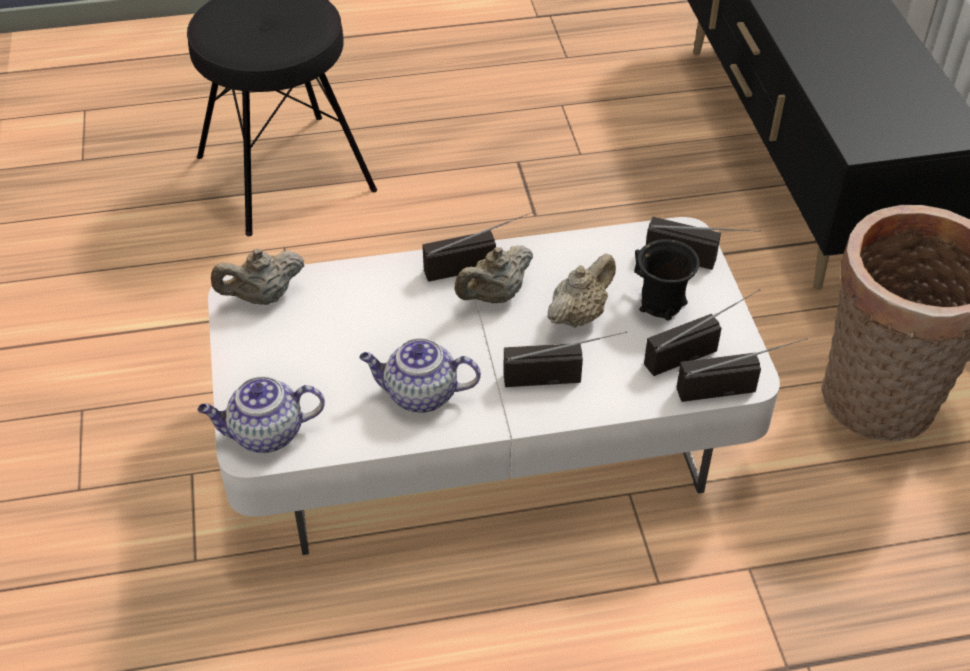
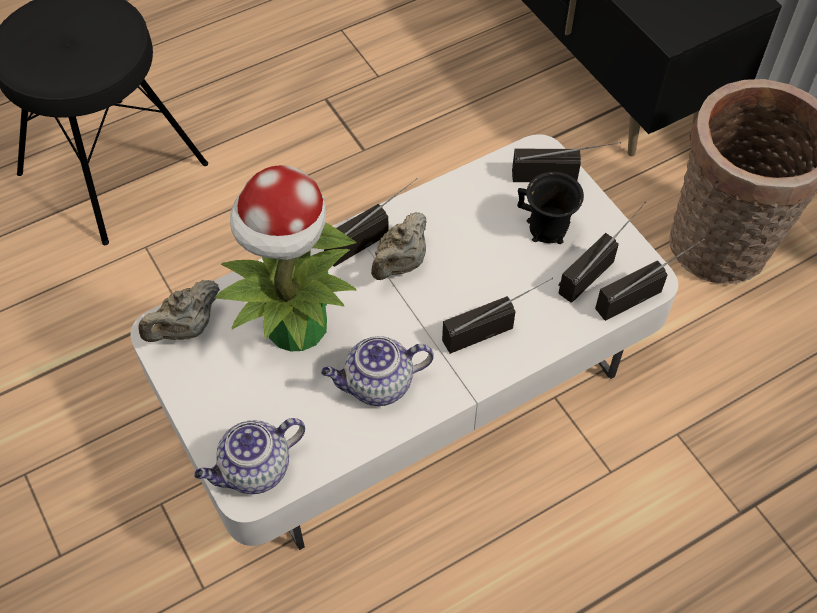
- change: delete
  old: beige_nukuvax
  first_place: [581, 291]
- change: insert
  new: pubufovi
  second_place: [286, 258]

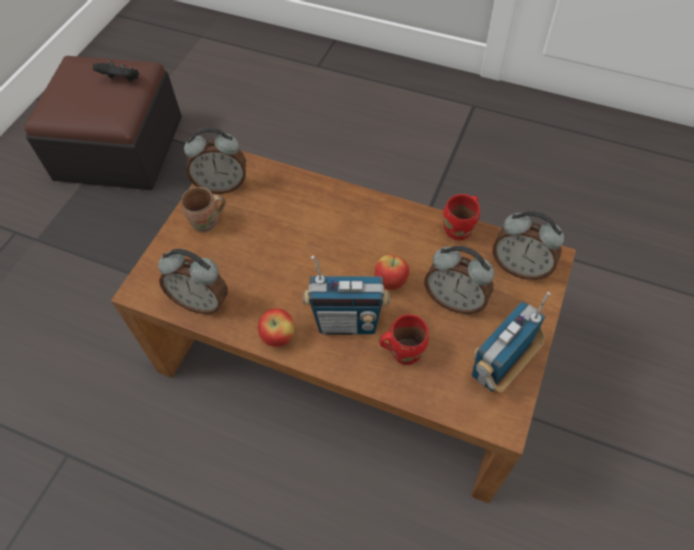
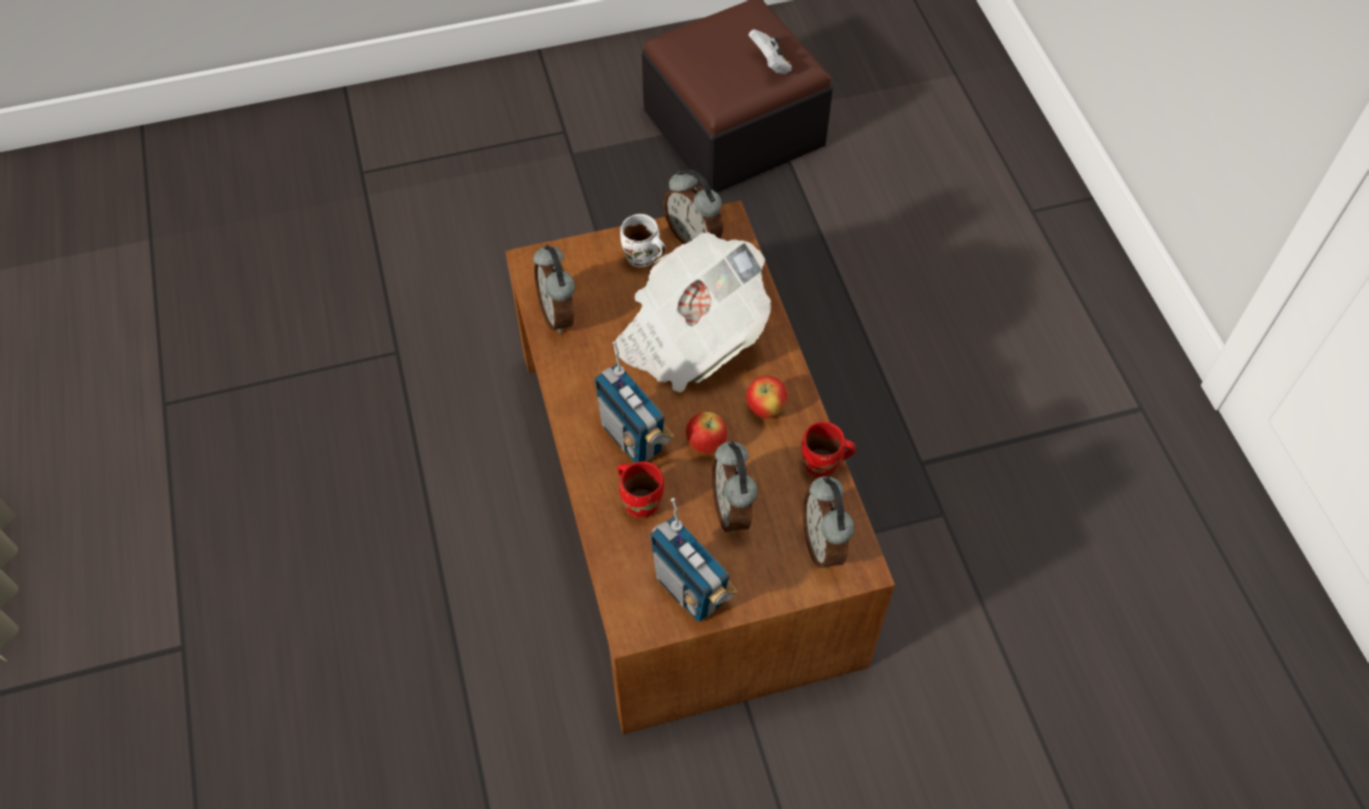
- change: recolor
  old: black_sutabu
  new: white_sutabu
  first_place: [116, 71]
  second_place: [770, 51]
- change: recolor
  old: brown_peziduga
  new: white_peziduga
  first_place: [203, 210]
  second_place: [643, 240]
- change: move
  old: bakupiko
  first_place: [276, 327]
  second_place: [766, 397]
- change: rotate
  old: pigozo
  first_place: [511, 342]
  second_place: [693, 560]
  degrees: -135
- change: insert
  new: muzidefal
  second_place: [692, 312]

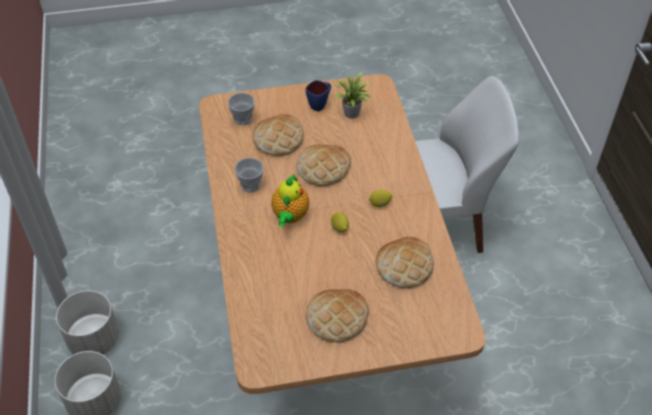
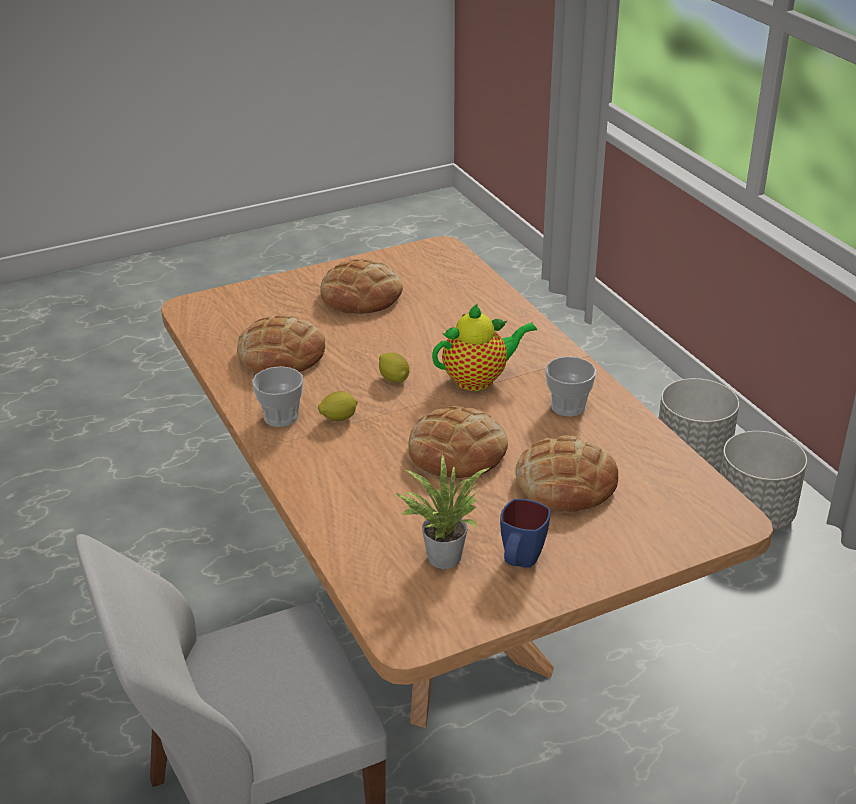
- change: move
  old: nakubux
  first_place: [241, 109]
  second_place: [278, 396]
- change: rotate
  old: nukuvax
  first_place: [290, 200]
  second_place: [484, 347]
  degrees: 75

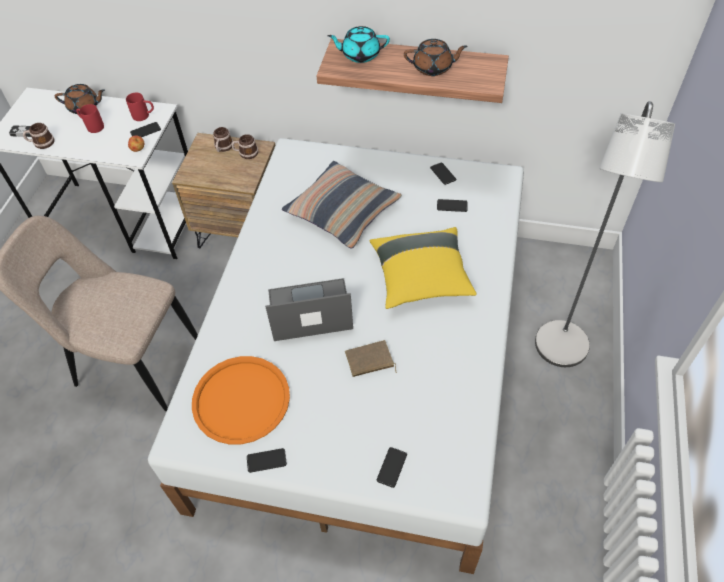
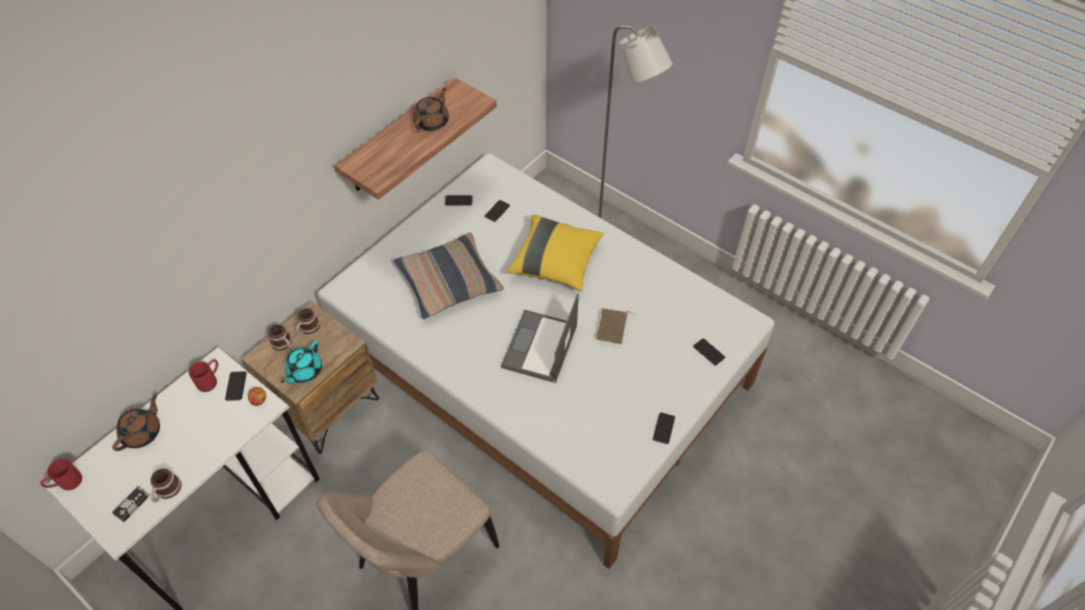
- change: move
  old: red_peziduga
  first_place: [90, 118]
  second_place: [61, 474]
- change: delete
  old: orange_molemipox
  first_place: [241, 400]
- change: move
  old: turquoise_nukuvax
  first_place: [359, 44]
  second_place: [301, 362]

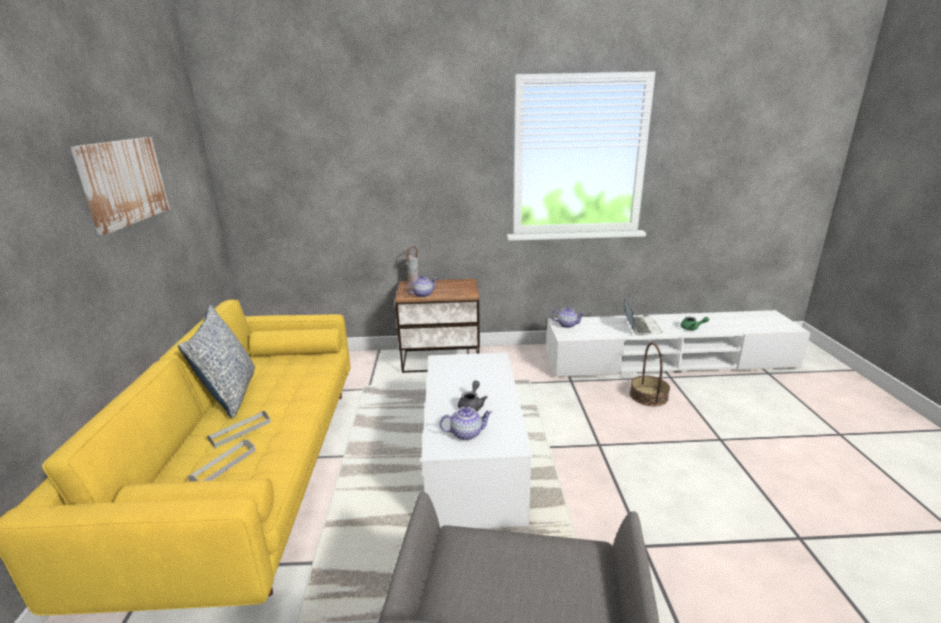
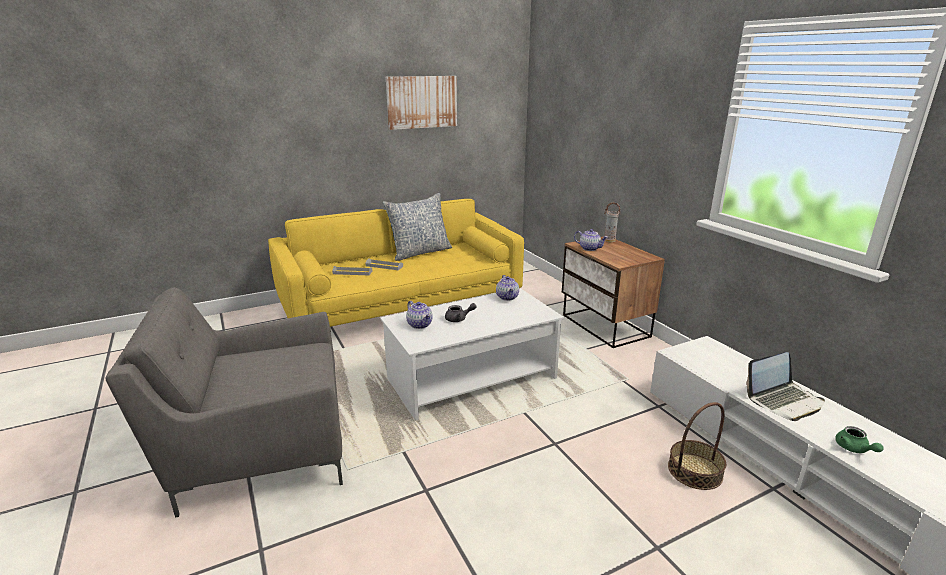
- change: move
  old: nukuvax
  first_place: [568, 317]
  second_place: [507, 288]

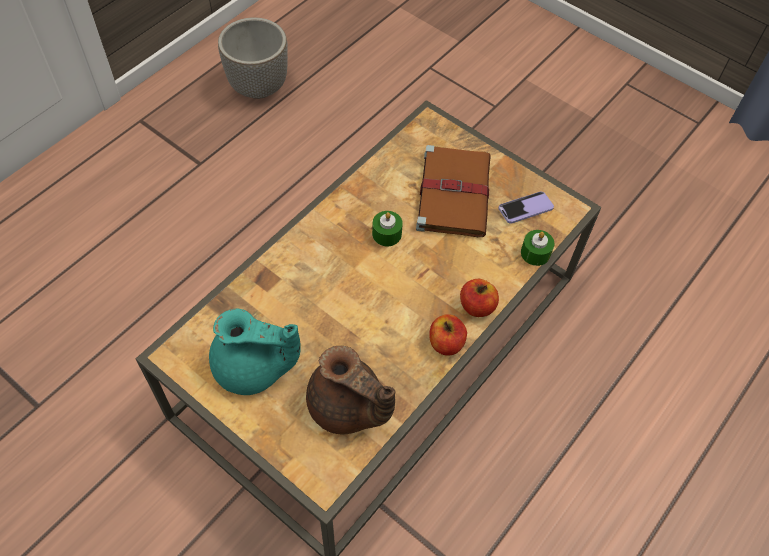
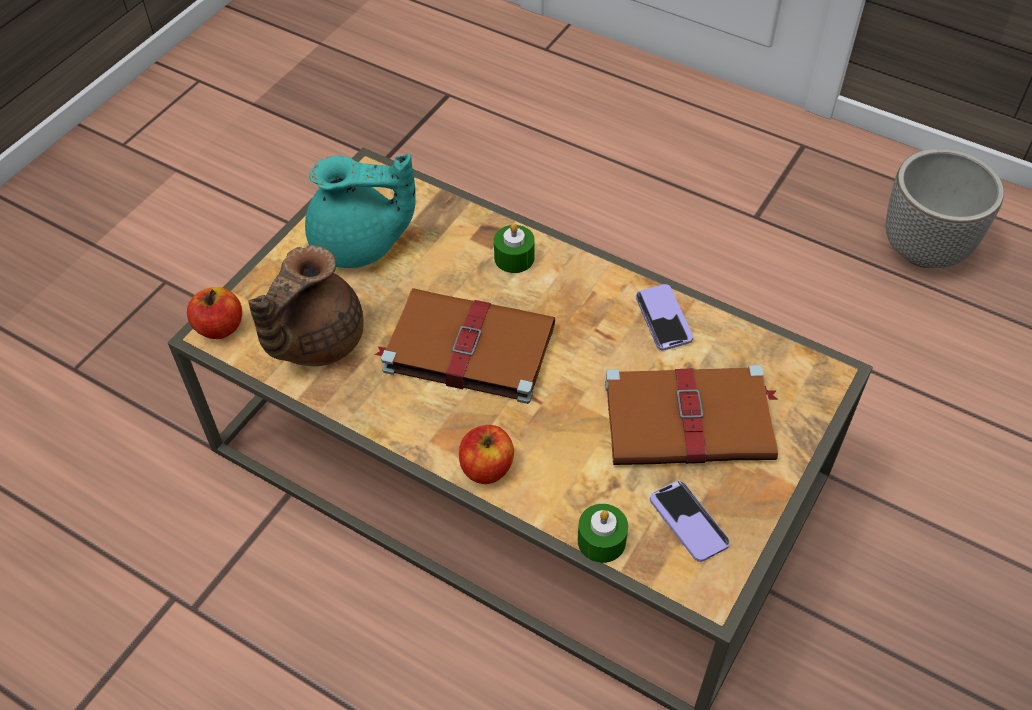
- change: rotate
  old: turquoise_nukuvax
  first_place: [255, 352]
  second_place: [360, 211]
  degrees: -90
- change: move
  old: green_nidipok
  first_place: [387, 228]
  second_place: [514, 248]
- change: move
  old: bakupiko
  first_place: [448, 335]
  second_place: [214, 313]
- change: insert
  new: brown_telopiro
  second_place: [464, 346]
- change: insert
  new: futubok
  second_place: [664, 317]

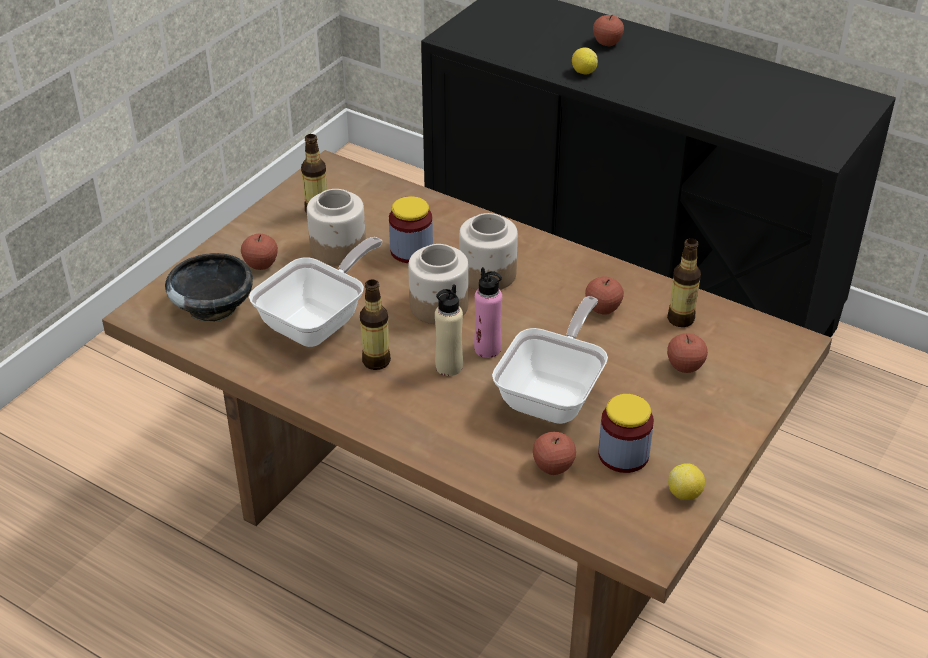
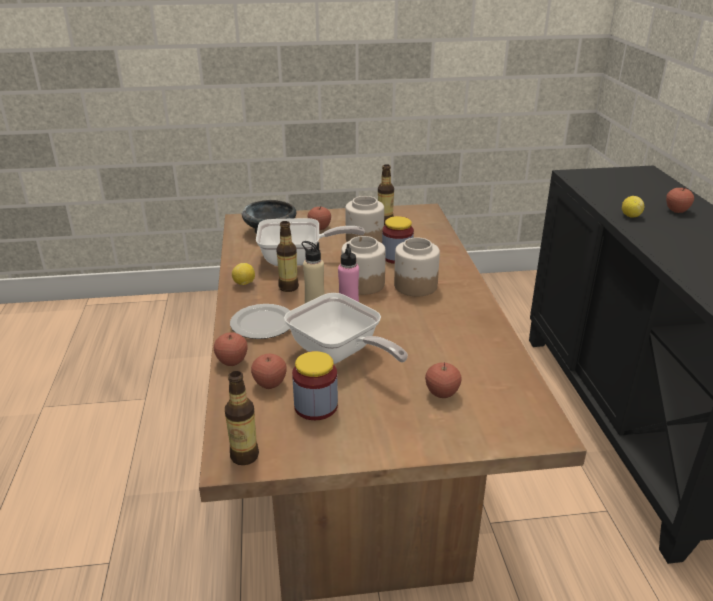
- change: rotate
  old: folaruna
  first_place: [550, 360]
  second_place: [346, 328]
  degrees: 60
- change: move
  old: bakupiko
  first_place: [604, 296]
  second_place: [231, 349]
- change: move
  old: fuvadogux
  first_place: [684, 282]
  second_place: [242, 418]
- change: move
  old: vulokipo
  first_place: [686, 481]
  second_place: [243, 274]
- change: insert
  new: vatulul
  second_place: [260, 321]

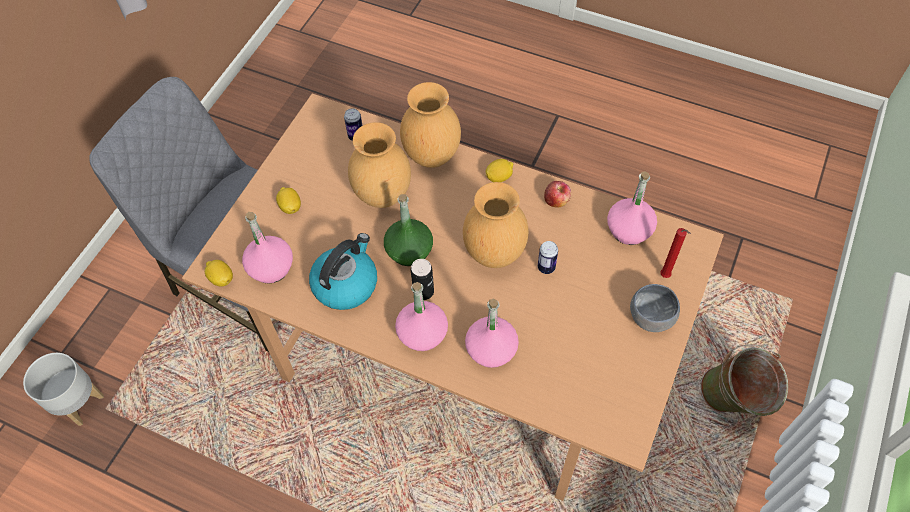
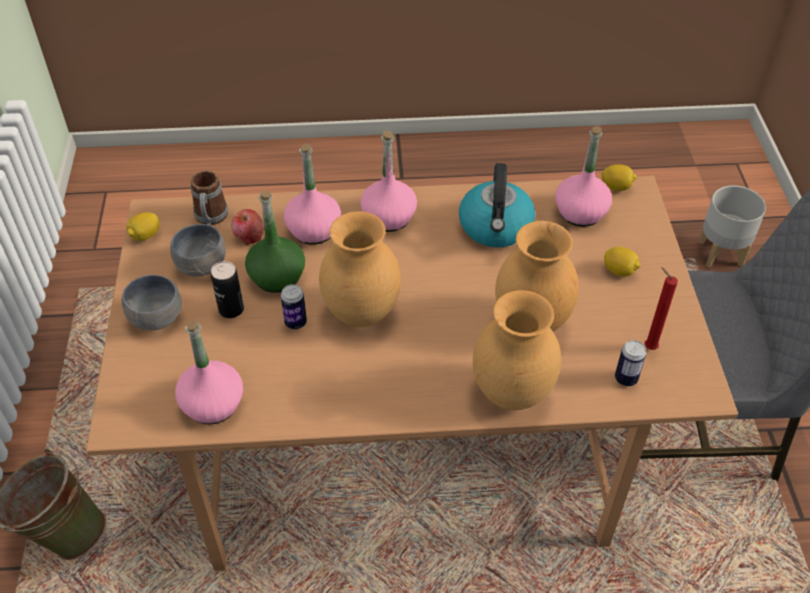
- change: move
  old: green_fuvadogux
  first_place: [408, 230]
  second_place: [275, 241]
- change: move
  old: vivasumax
  first_place: [422, 279]
  second_place: [227, 289]
- change: move
  old: vulokipo
  first_place: [499, 170]
  second_place: [143, 226]
- change: move
  old: bakupiko
  first_place: [557, 194]
  second_place: [247, 227]
- change: move
  old: red_nidipok
  first_place: [675, 253]
  second_place: [661, 308]
- change: insert
  new: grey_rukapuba
  second_place: [198, 250]
- change: insert
  new: peziduga
  second_place: [209, 198]

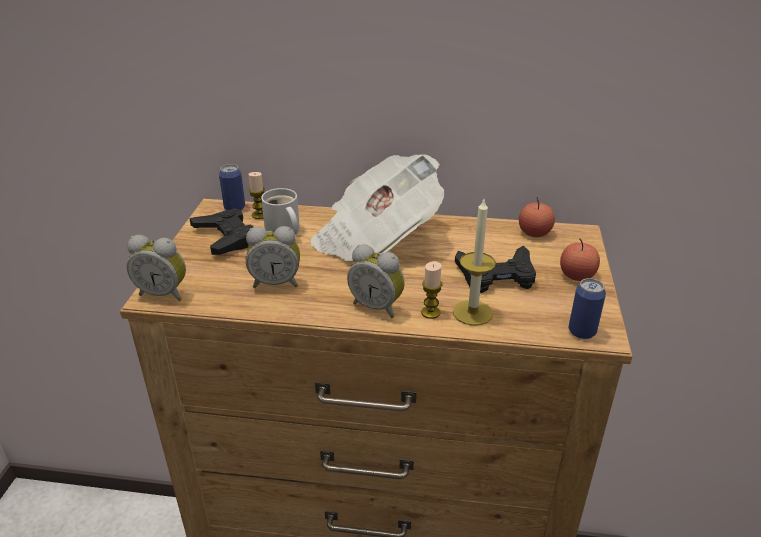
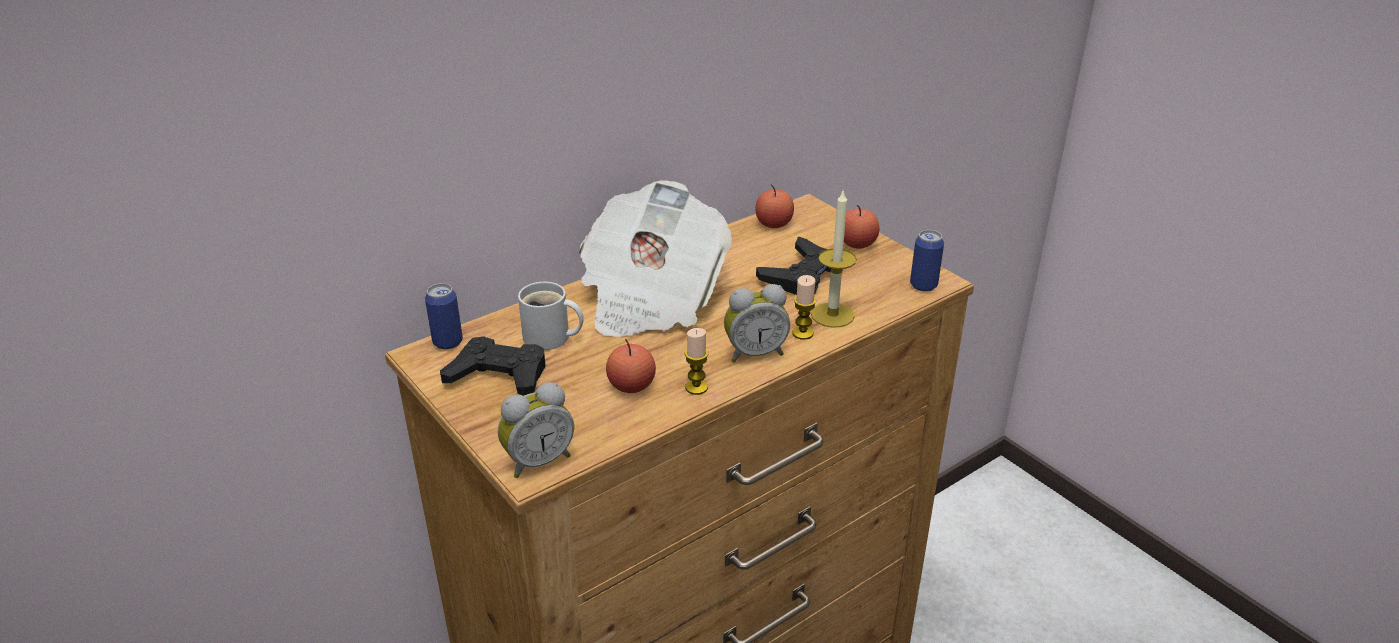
- change: replace
  old: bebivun
  new: bakupiko
  first_place: [273, 257]
  second_place: [631, 366]
- change: move
  old: nidipok
  first_place: [256, 195]
  second_place: [696, 361]

